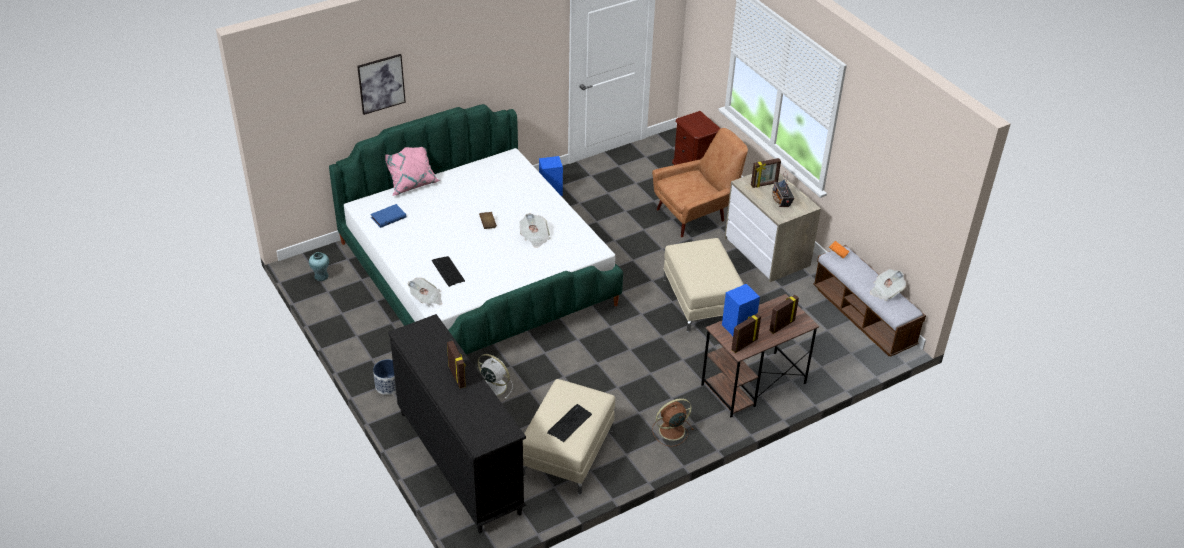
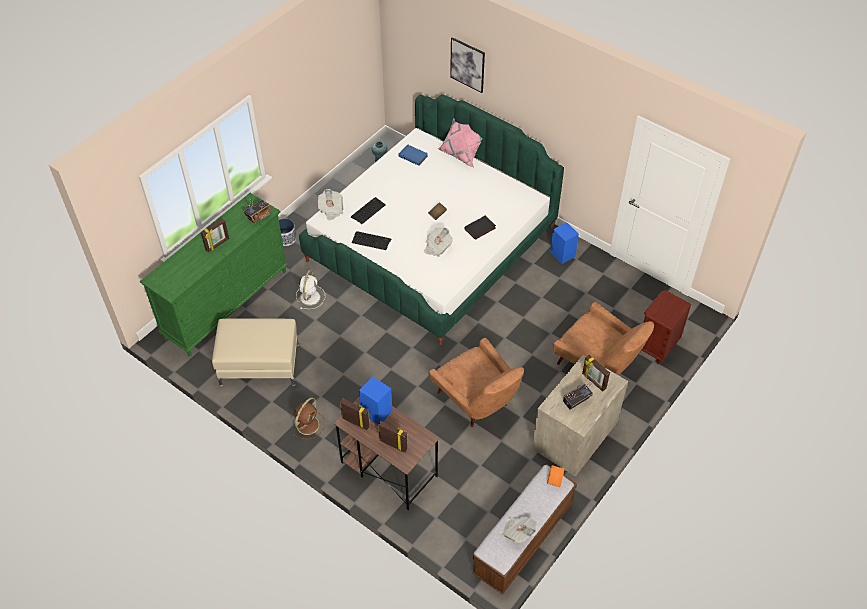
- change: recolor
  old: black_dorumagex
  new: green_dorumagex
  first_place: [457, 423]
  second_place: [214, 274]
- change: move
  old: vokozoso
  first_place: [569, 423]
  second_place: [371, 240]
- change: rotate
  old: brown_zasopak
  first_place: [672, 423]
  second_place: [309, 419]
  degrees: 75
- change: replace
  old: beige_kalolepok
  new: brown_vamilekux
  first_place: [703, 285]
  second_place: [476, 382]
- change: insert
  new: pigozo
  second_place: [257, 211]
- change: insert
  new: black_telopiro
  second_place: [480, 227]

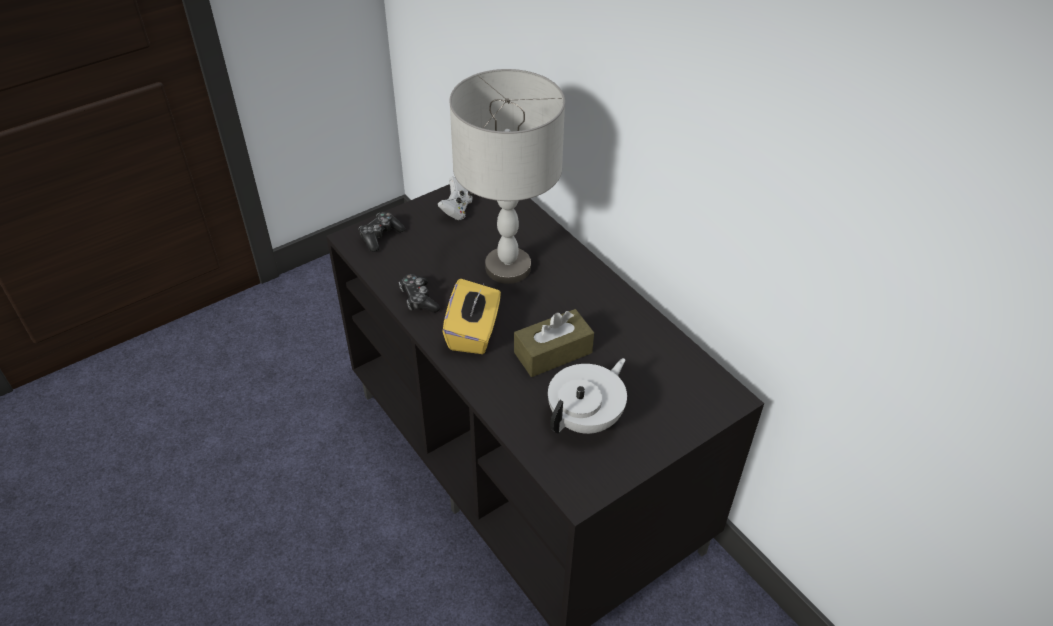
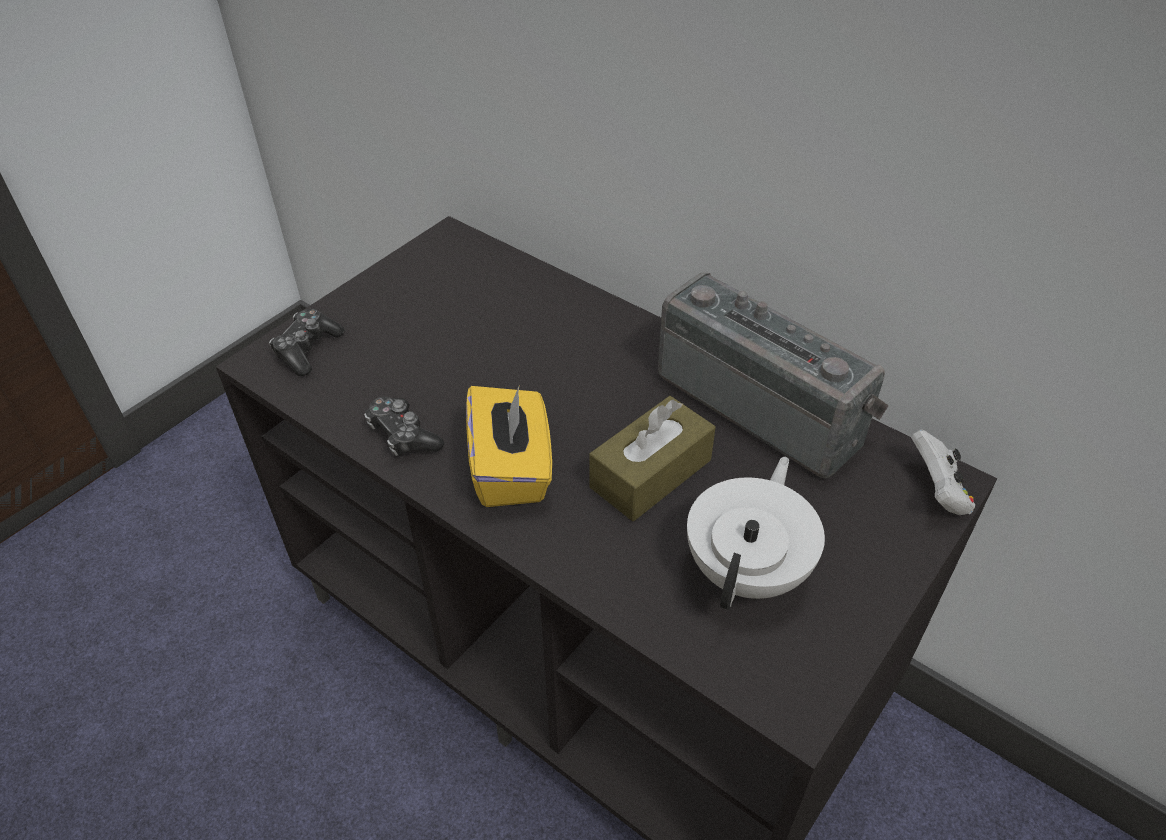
- change: move
  old: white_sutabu
  first_place: [455, 198]
  second_place: [943, 472]
- change: delete
  old: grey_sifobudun
  first_place: [507, 176]
- change: insert
  new: pigozo
  second_place: [773, 375]

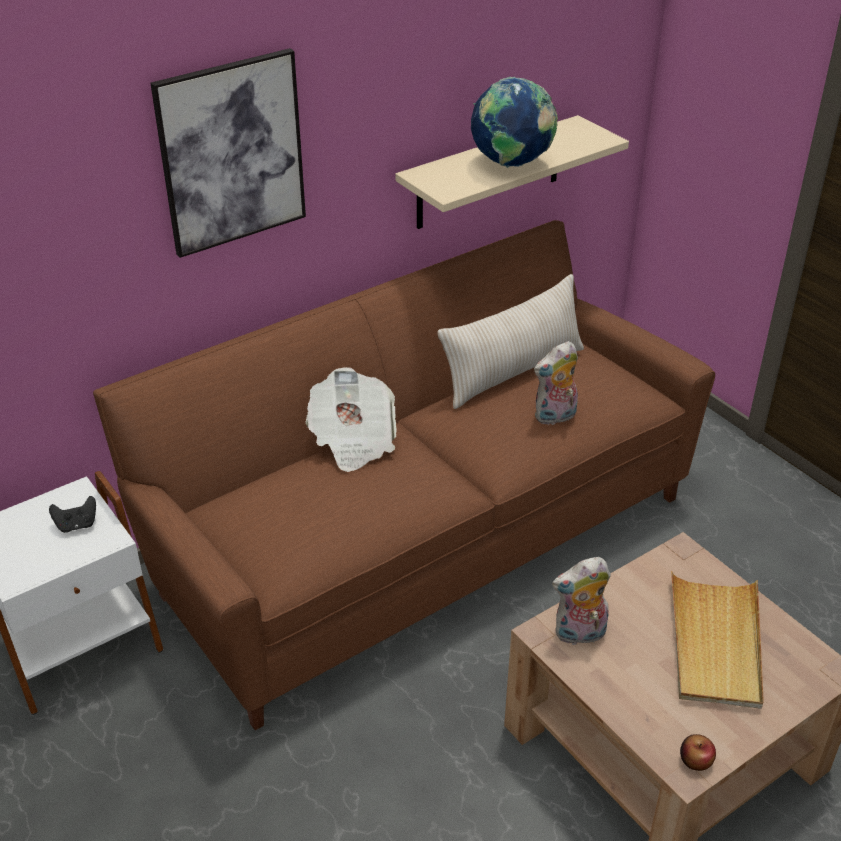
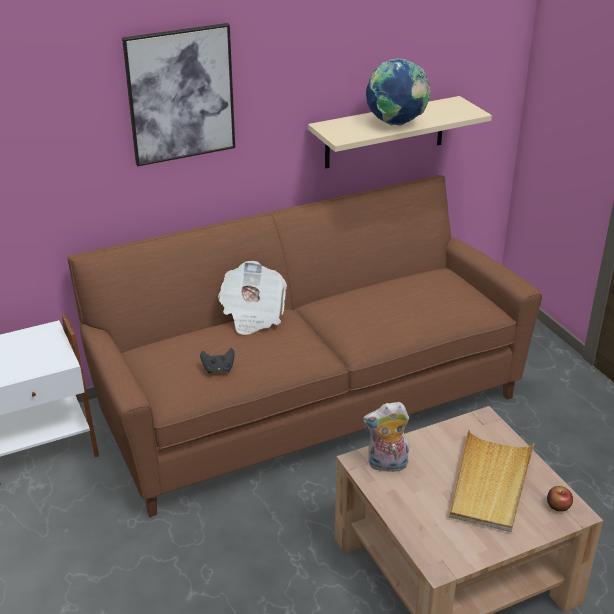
- change: move
  old: black_sutabu
  first_place: [72, 514]
  second_place: [217, 360]
- change: delete
  old: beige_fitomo
  first_place: [510, 341]
- change: delete
  old: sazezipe
  first_place: [556, 383]
- change: move
  old: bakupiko
  first_place: [698, 752]
  second_place: [560, 499]

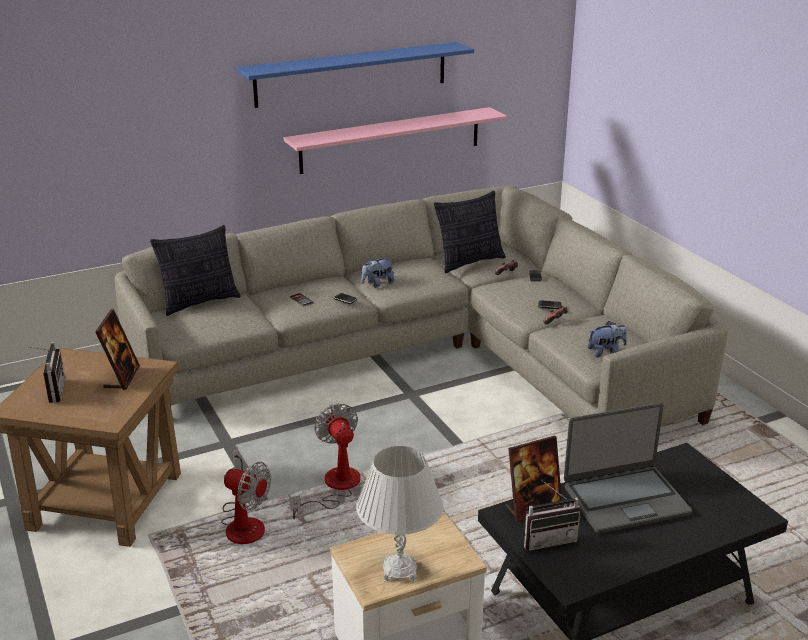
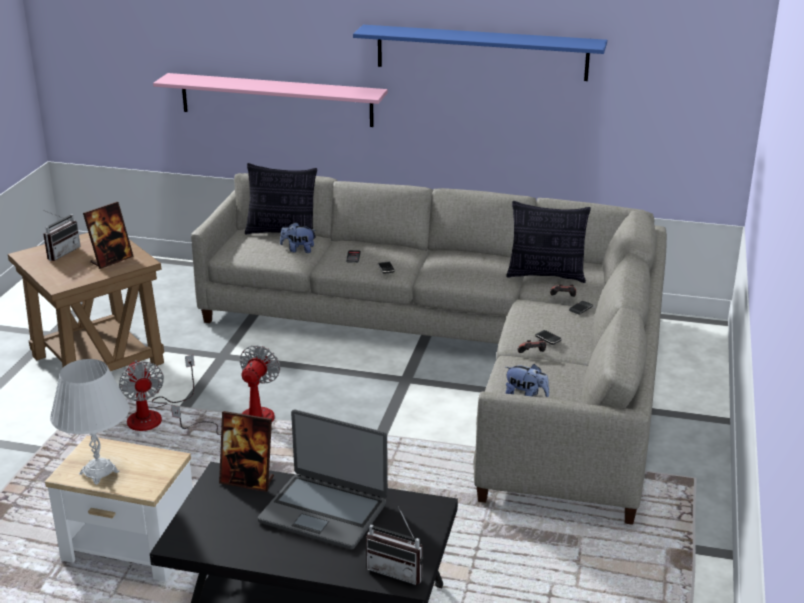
- change: move
  old: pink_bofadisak
  first_place: [395, 140]
  second_place: [270, 100]
- change: move
  old: sazezipe
  first_place: [377, 272]
  second_place: [298, 237]
- change: move
  old: pigozo
  first_place: [552, 515]
  second_place: [395, 545]

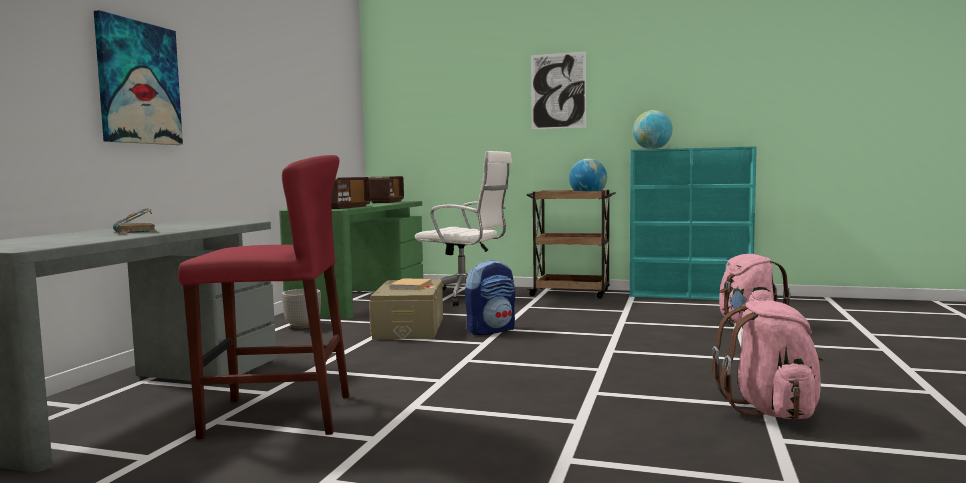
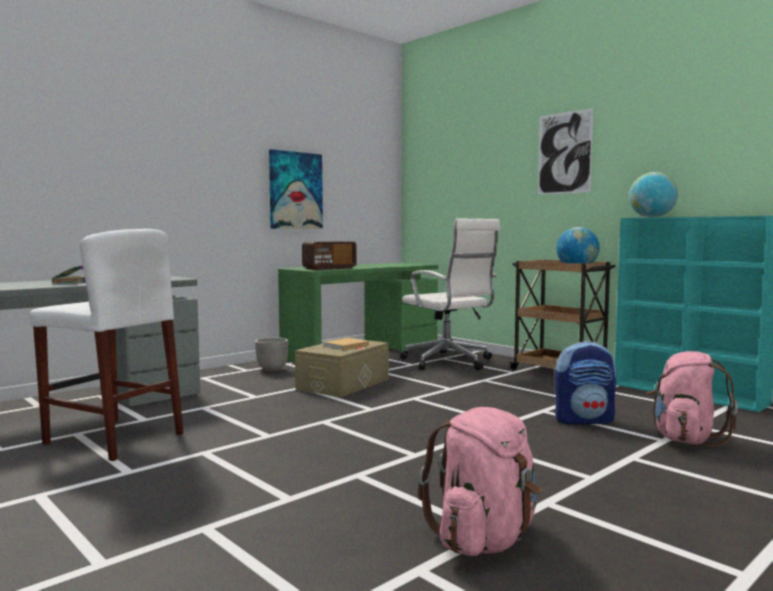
- change: move
  old: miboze
  first_place: [138, 77]
  second_place: [296, 189]
- change: recolor
  old: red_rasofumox
  new: white_rasofumox
  first_place: [264, 297]
  second_place: [107, 345]
- change: delete
  old: pigozo
  first_place: [386, 189]
- change: move
  old: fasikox
  first_place: [490, 297]
  second_place: [585, 382]

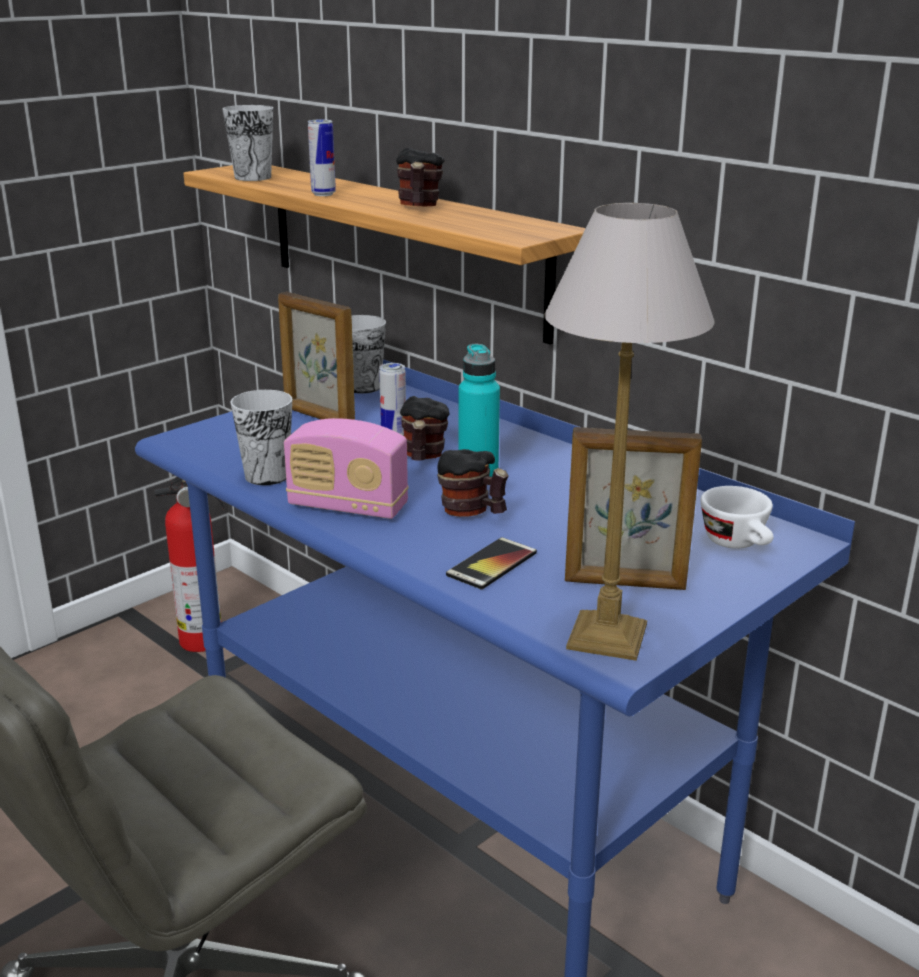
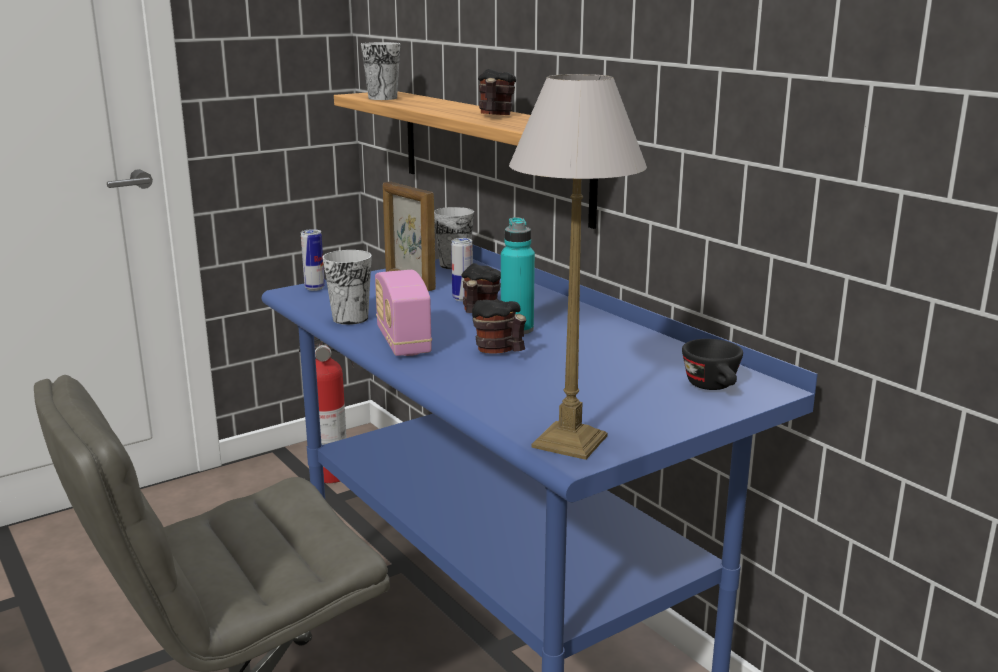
- change: rotate
  old: pigozo
  first_place: [346, 468]
  second_place: [403, 313]
  degrees: 45
- change: move
  old: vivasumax
  first_place: [322, 157]
  second_place: [313, 260]
- change: delete
  old: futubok
  first_place: [491, 563]
- change: delete
  old: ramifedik
  first_place: [633, 508]
- change: recolor
  old: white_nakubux
  new: black_nakubux
  first_place: [737, 517]
  second_place: [712, 364]

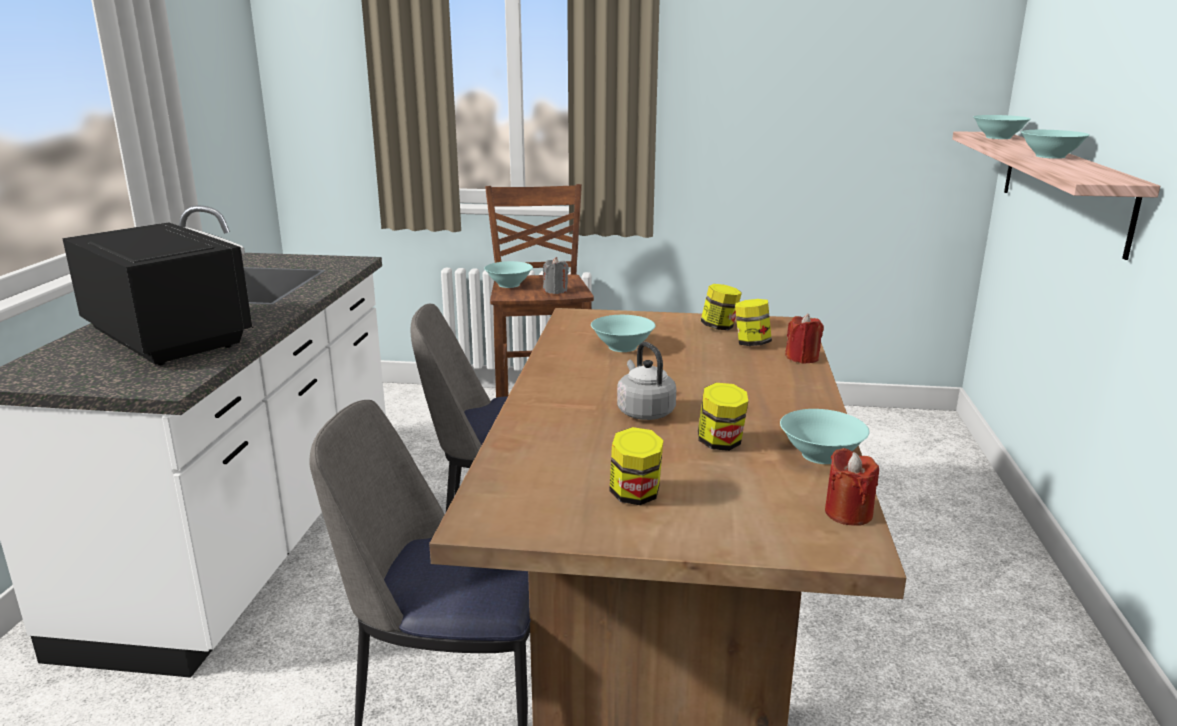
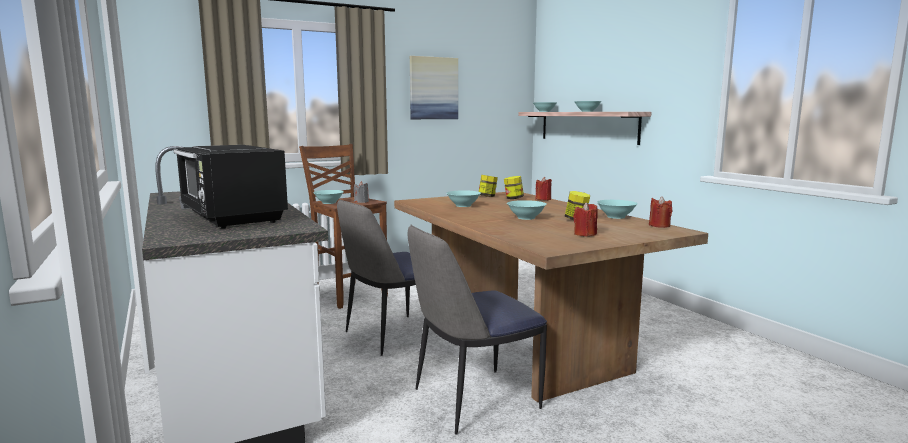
- change: rotate
  old: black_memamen
  first_place: [157, 293]
  second_place: [230, 187]
  degrees: -135
- change: replace
  old: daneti
  new: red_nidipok
  first_place: [636, 466]
  second_place: [585, 219]
- change: replace
  old: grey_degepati
  new: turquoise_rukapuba
  first_place: [646, 381]
  second_place: [527, 210]
- change: insert
  new: miboze
  second_place: [434, 87]

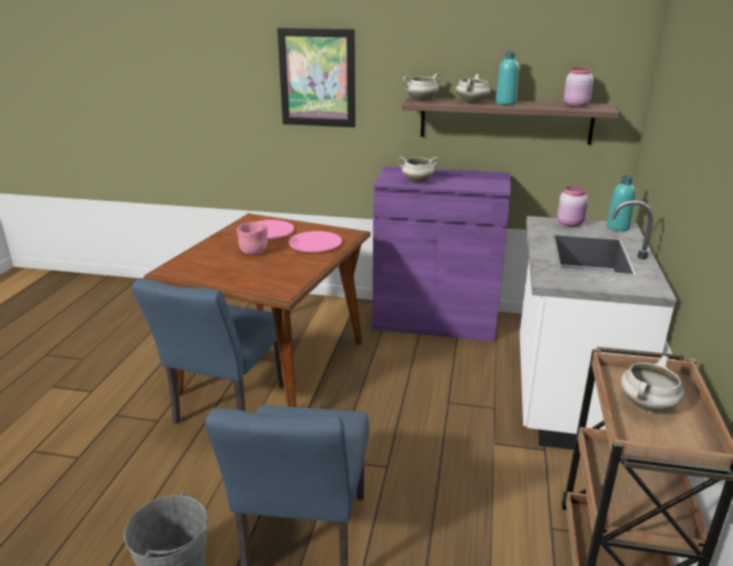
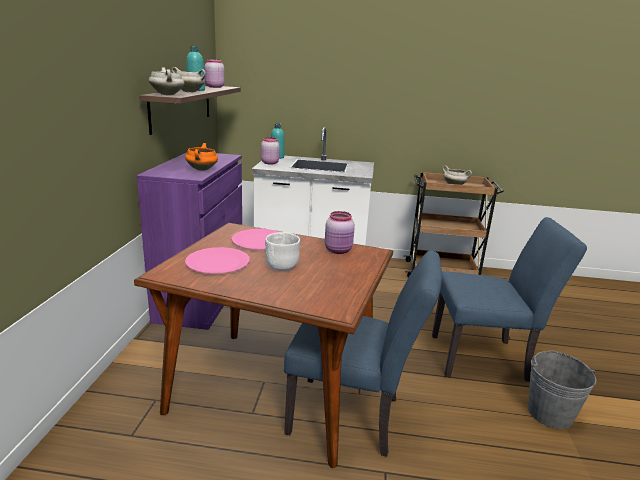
- change: recolor
  old: pink_rukapuba
  new: white_rukapuba
  first_place: [252, 238]
  second_place: [282, 251]
- change: delete
  old: miboze
  first_place: [316, 77]
- change: recolor
  old: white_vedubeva
  new: orange_vedubeva
  first_place: [418, 170]
  second_place: [201, 157]
- change: insert
  new: pink_daneti
  second_place: [340, 232]

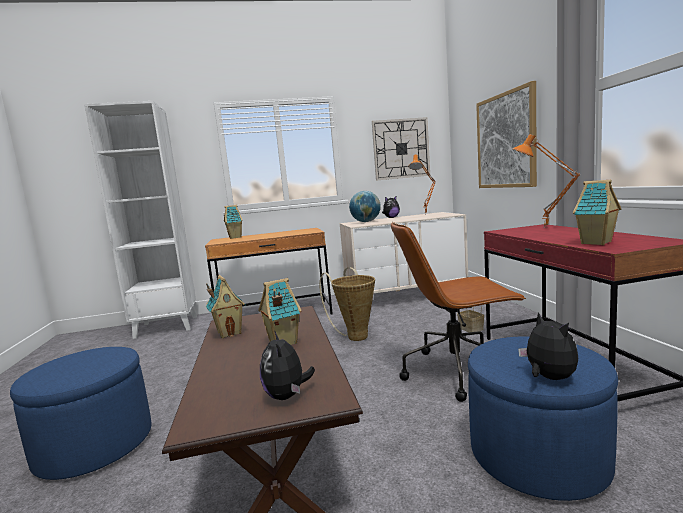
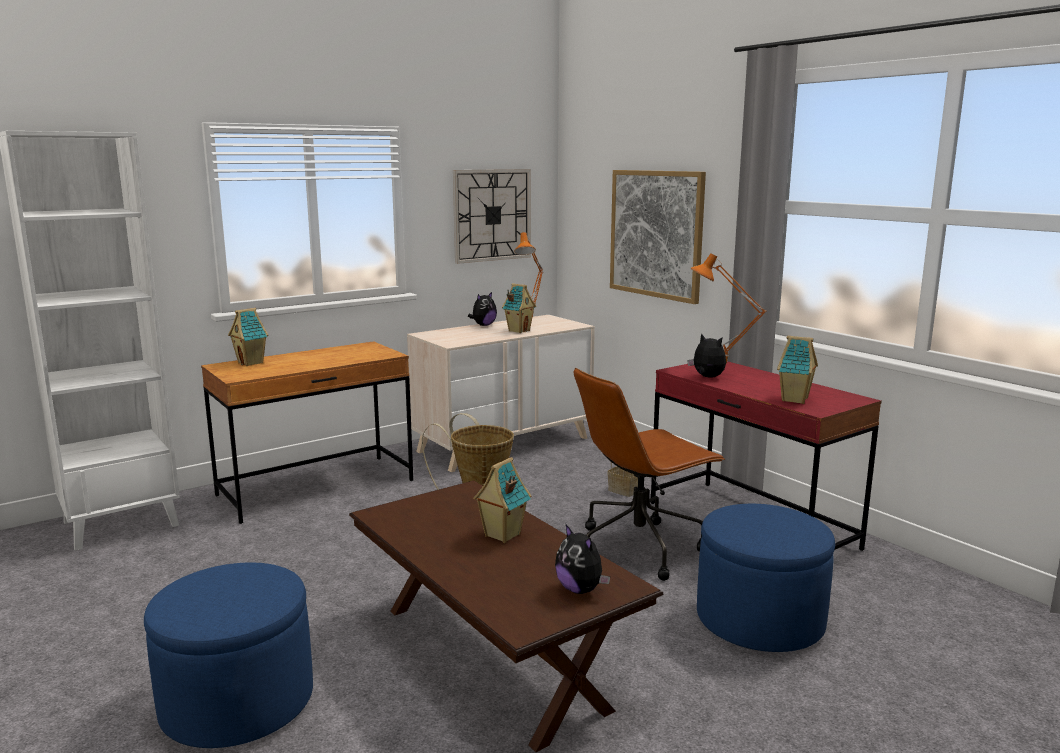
- change: move
  old: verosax
  first_place: [226, 306]
  second_place: [519, 308]
- change: delete
  old: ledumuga
  first_place: [365, 206]
- change: move
  old: sazezipe
  first_place: [548, 346]
  second_place: [707, 355]

